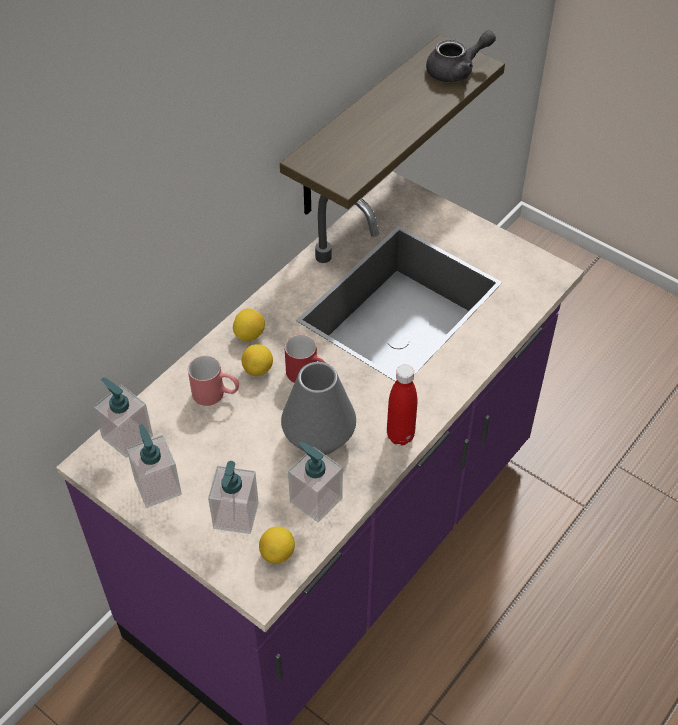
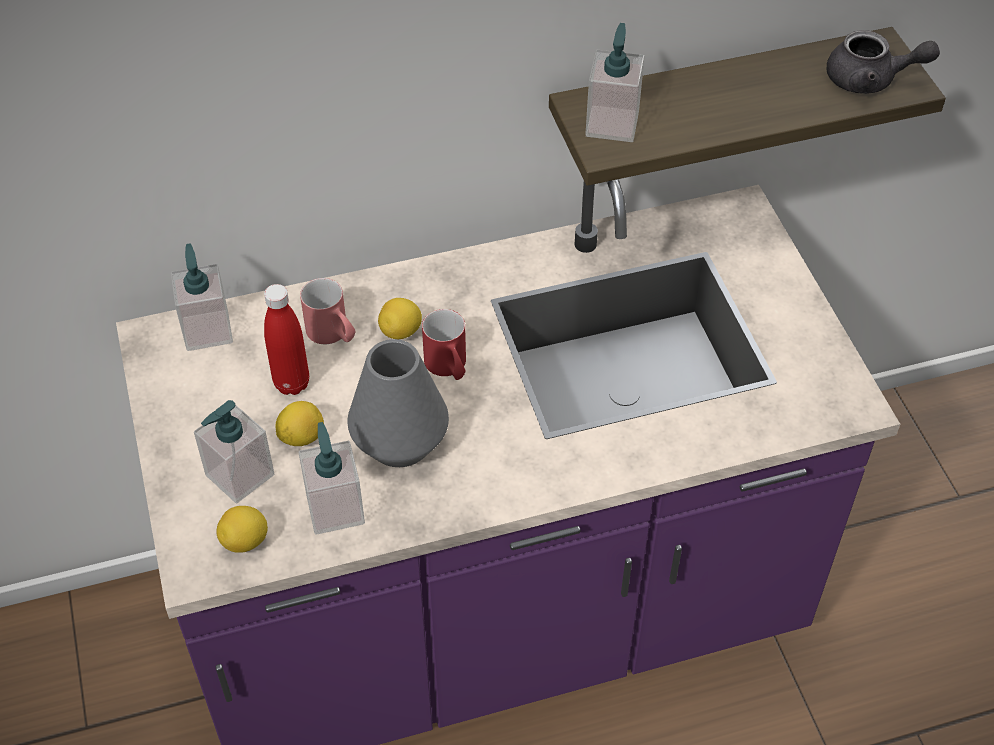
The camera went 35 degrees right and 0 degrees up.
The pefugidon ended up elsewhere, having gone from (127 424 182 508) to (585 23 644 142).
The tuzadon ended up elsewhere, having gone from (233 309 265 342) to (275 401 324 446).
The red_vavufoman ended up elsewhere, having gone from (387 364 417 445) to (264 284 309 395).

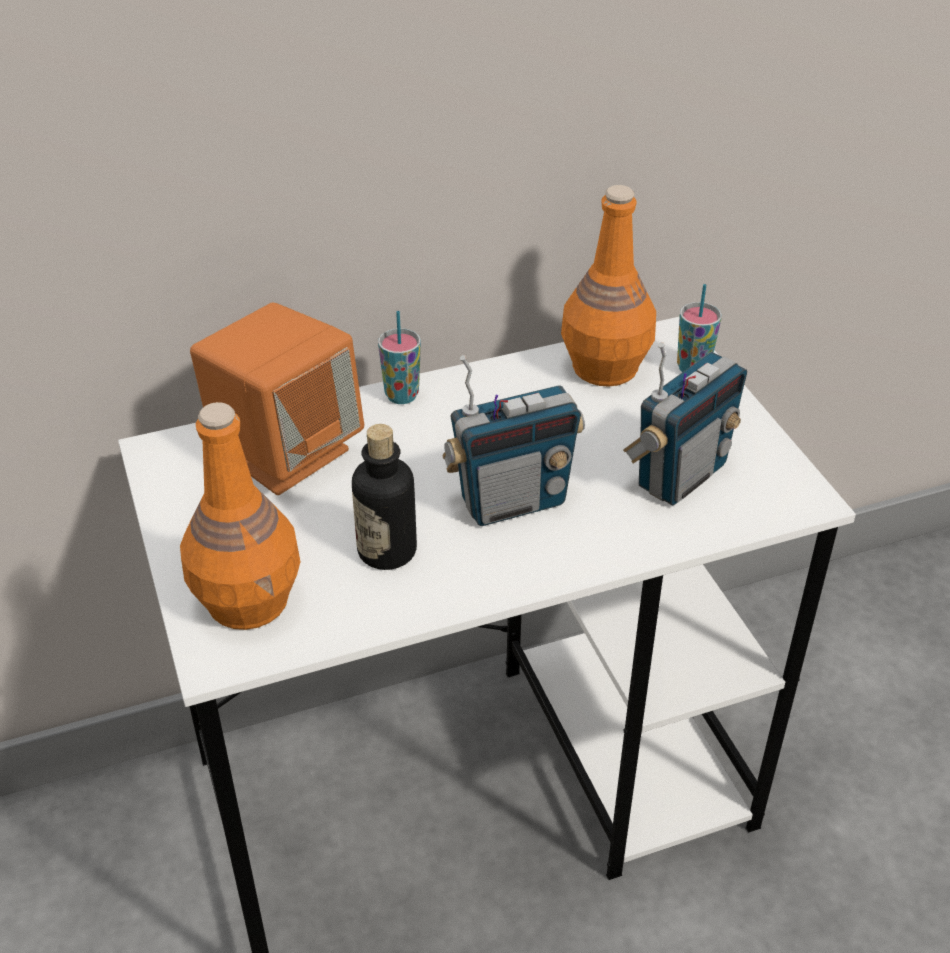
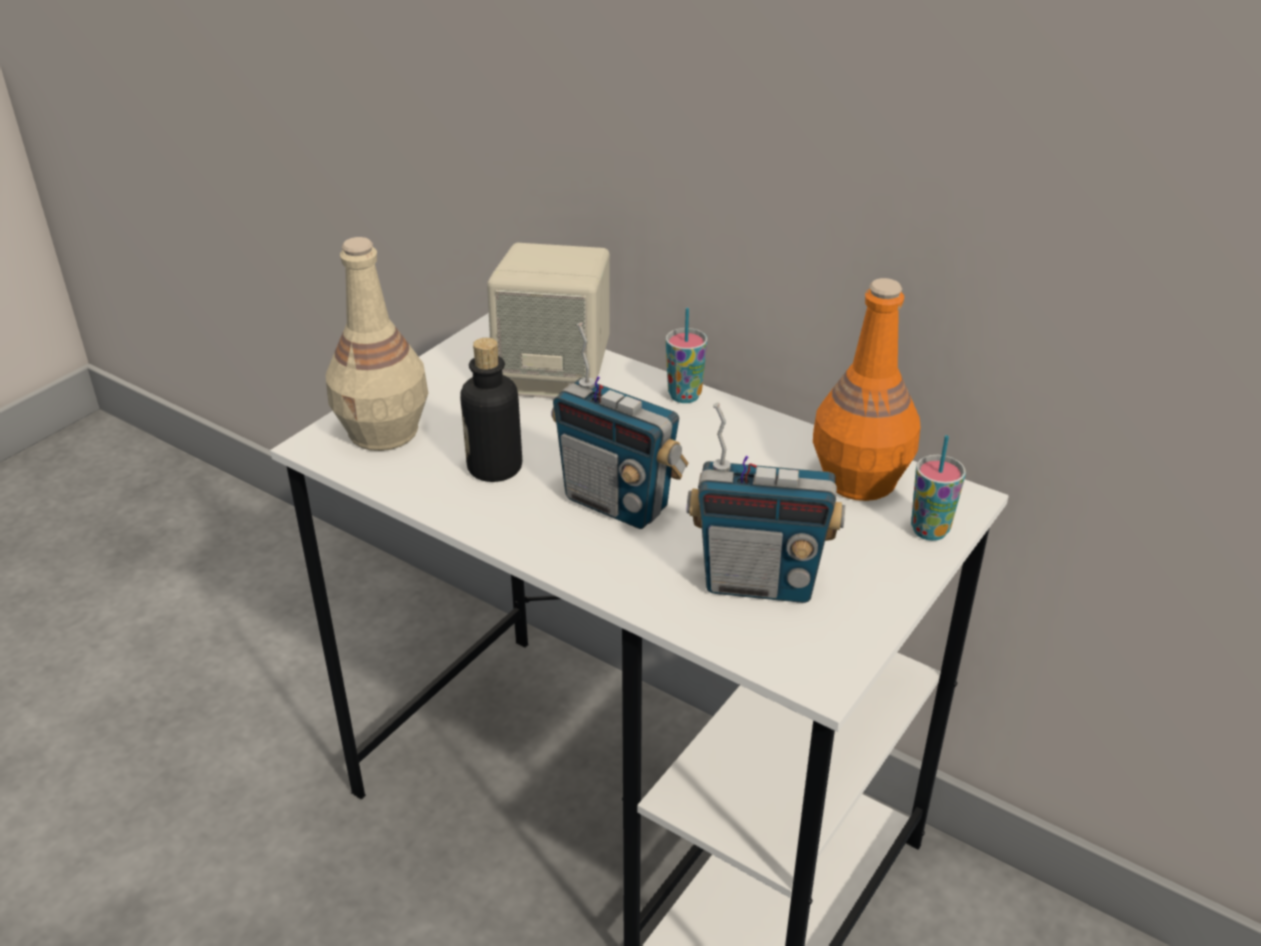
The camera went 55 degrees right and 5 degrees down.
What was the orange_vavufoman at (180 402 300 630) turned into the beige_vavufoman at (326 237 428 451).
What was the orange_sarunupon at (190 302 364 495) turned into the beige_sarunupon at (487 243 610 398).

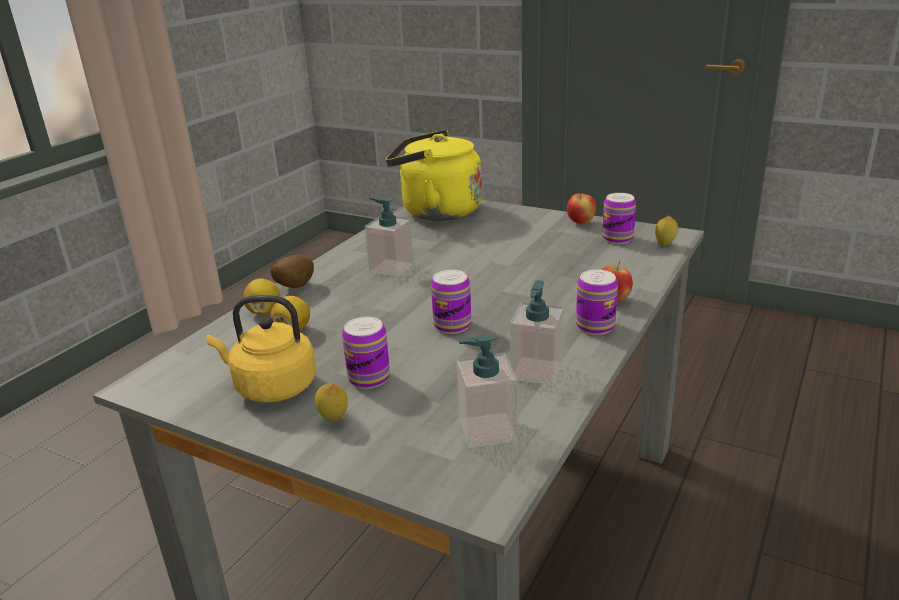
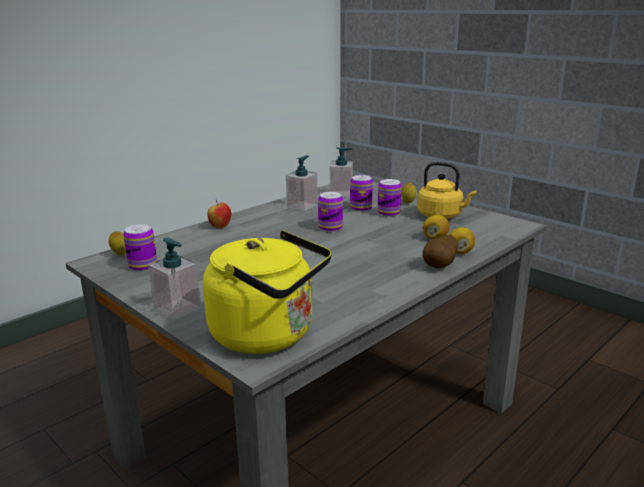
The camera went 165 degrees left and 5 degrees down.
The second view lost the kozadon at (567 191 596 224).
The pefugidon ended up elsewhere, having gone from (365 197 414 277) to (148 237 201 320).
The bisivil ended up elsewhere, having gone from (576 269 618 335) to (350 175 373 212).

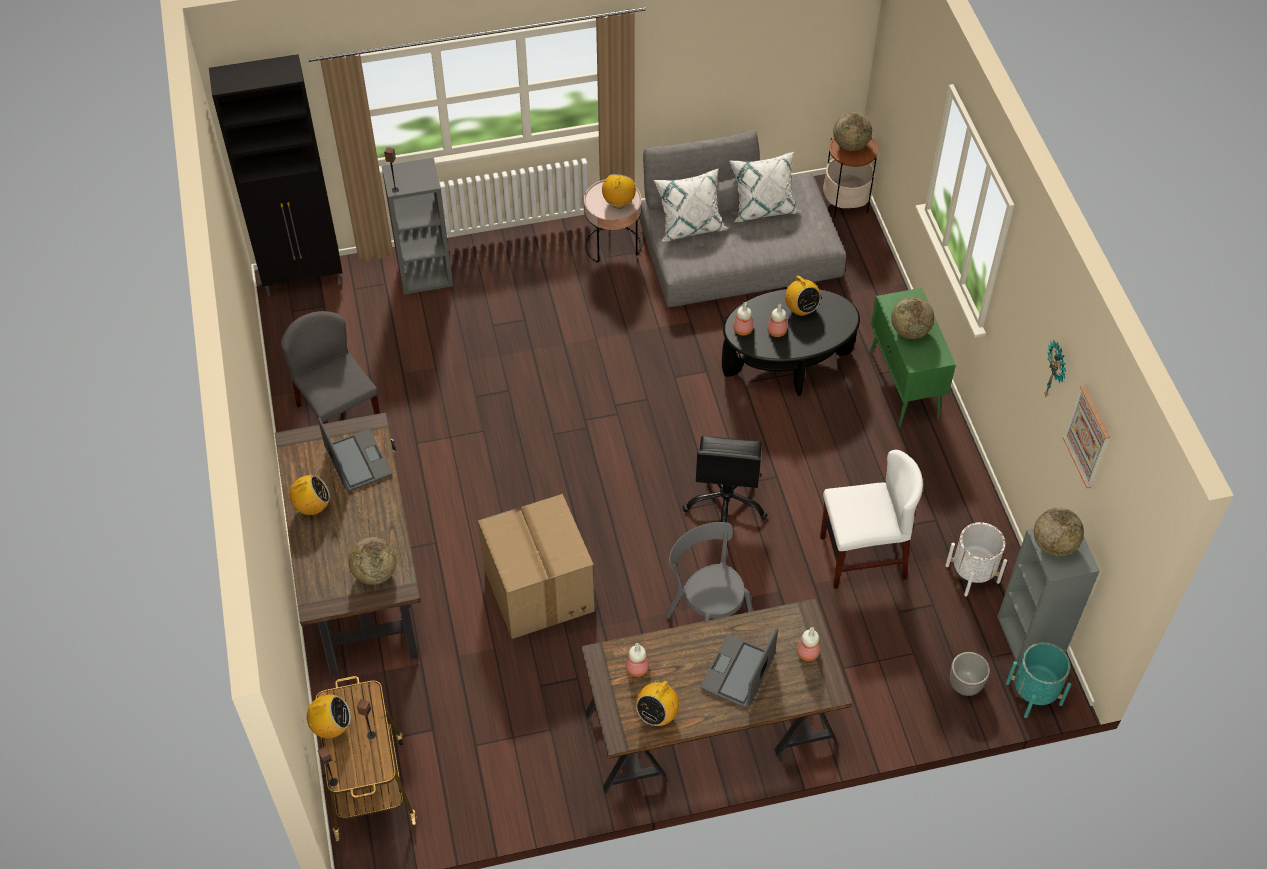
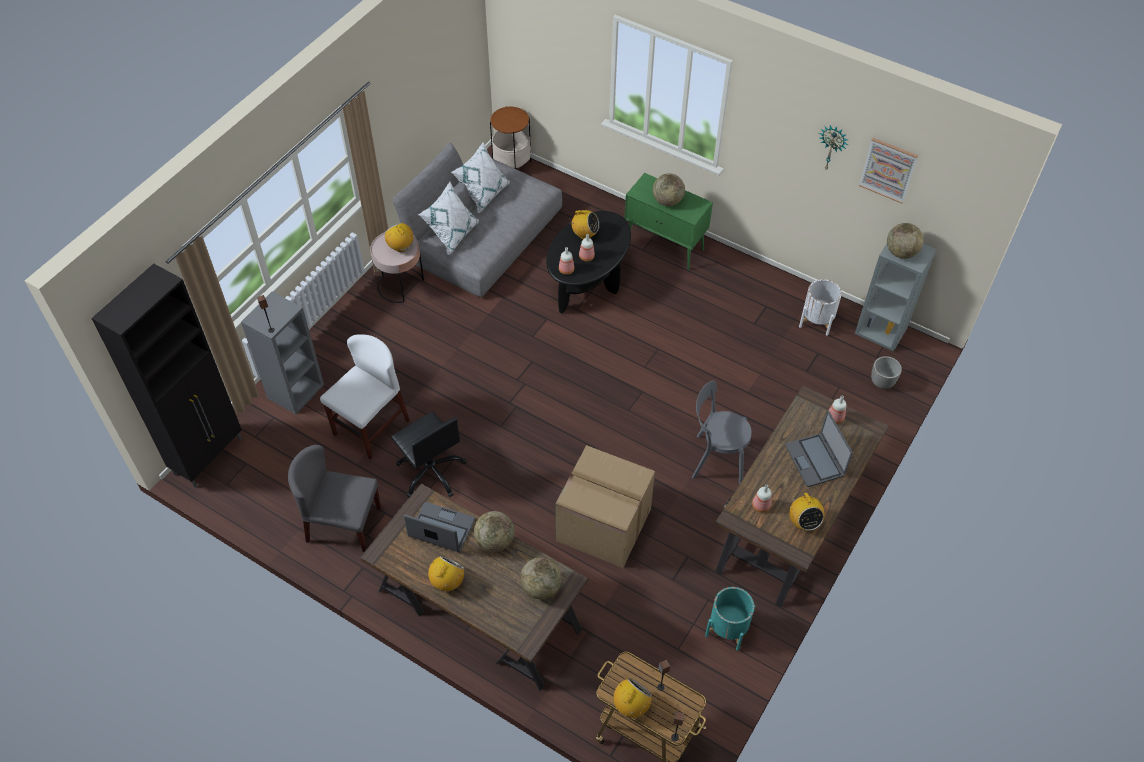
The camera went 45 degrees left and 0 degrees up.
The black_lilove ended up elsewhere, having gone from (683 436 768 523) to (391 411 467 498).
The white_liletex ended up elsewhere, having gone from (820 450 923 589) to (320 334 410 460).
The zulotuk ended up elsewhere, having gone from (833 112 872 151) to (474 511 514 552).
The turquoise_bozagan ended up elsewhere, having gone from (1006 642 1071 718) to (705 587 755 651).

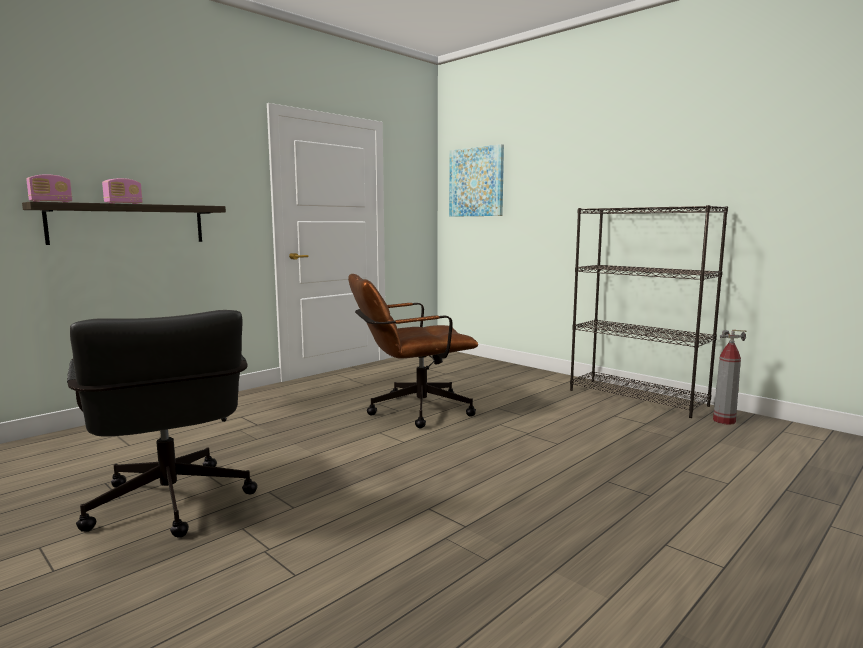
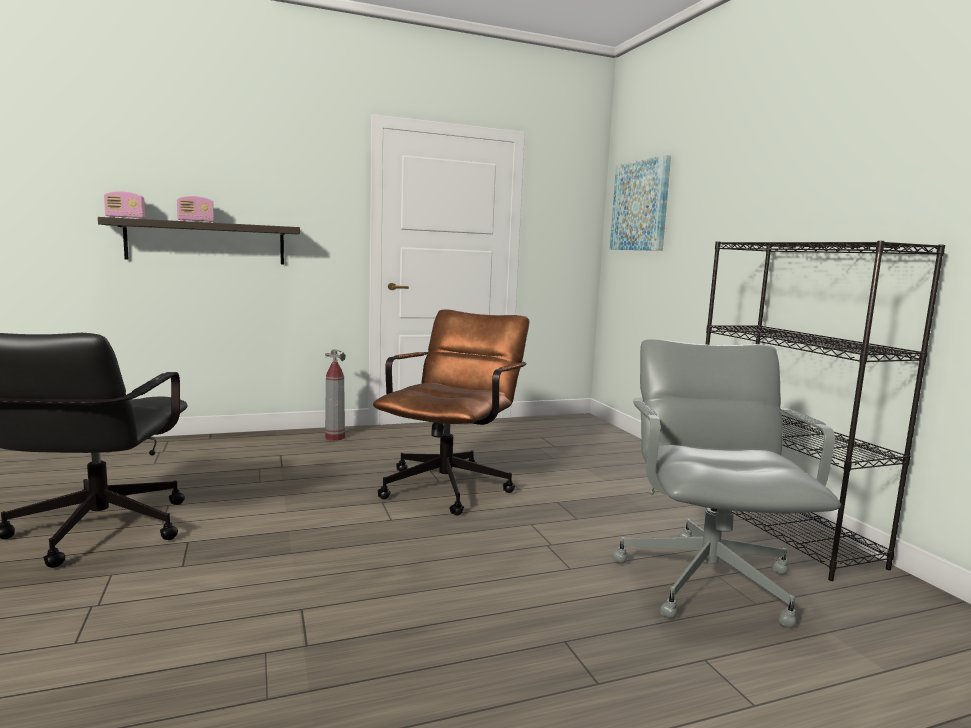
The camera went 25 degrees right and 0 degrees up.
The second view gained the grey_lilove at (612 339 841 628).
The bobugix ended up elsewhere, having gone from (713 330 746 425) to (325 349 346 441).
The brown_lilove at (348 274 478 428) ended up facing another way, 105 degrees clockwise from before.

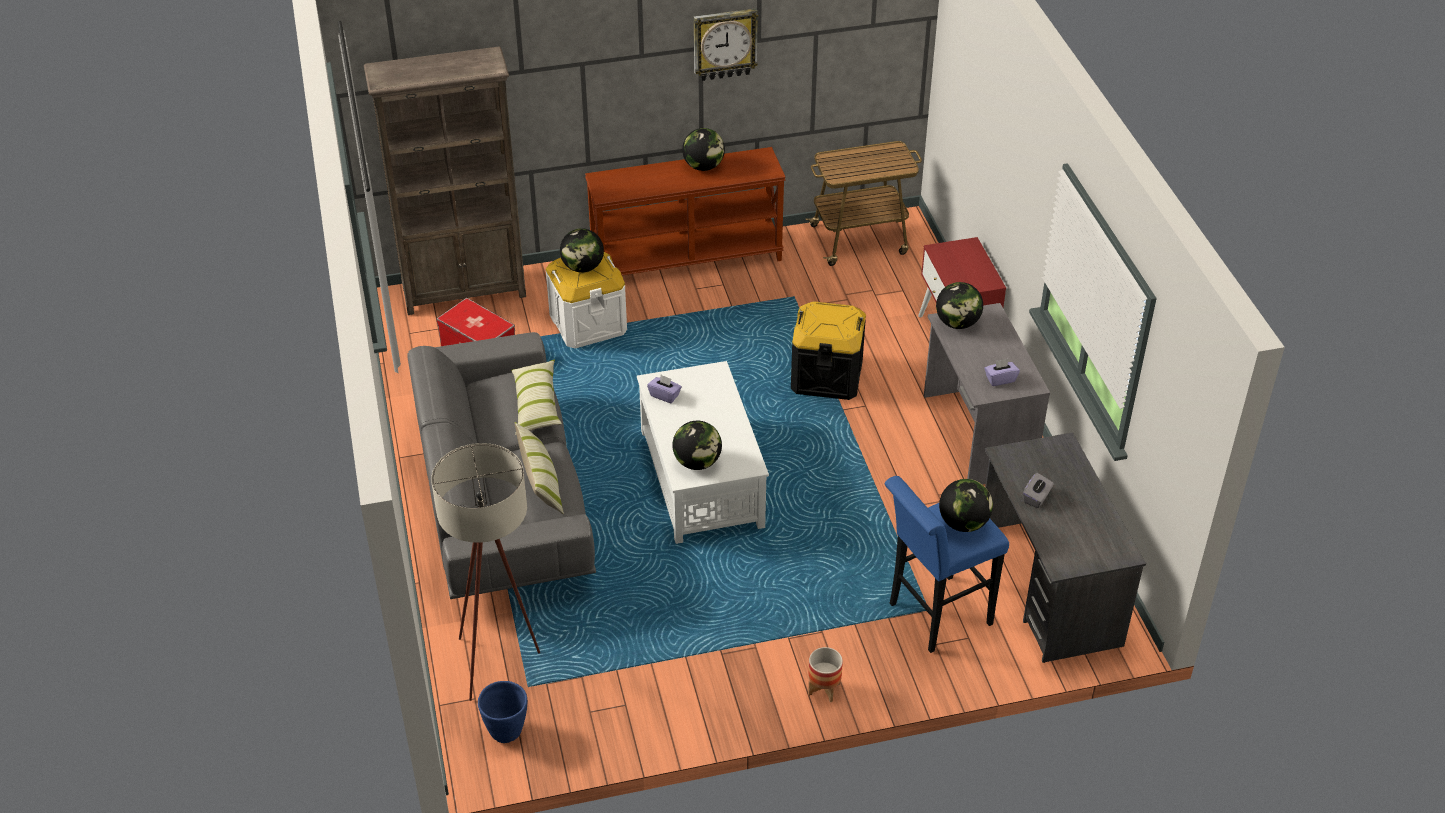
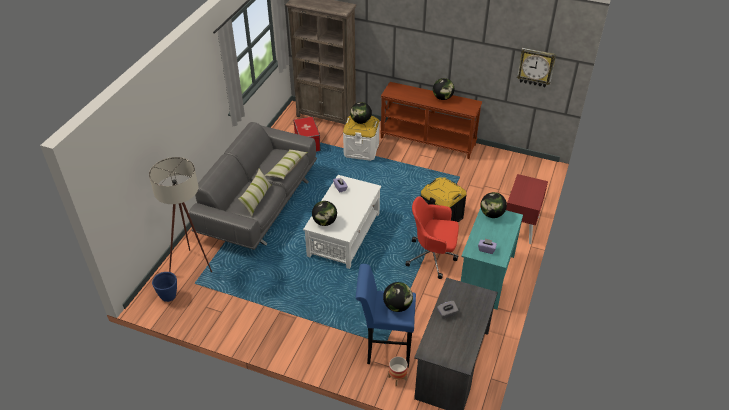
The camera went 35 degrees right and 0 degrees up.
The second view lost the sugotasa at (805 141 922 266).
The second view gained the red_lilove at (405 196 459 279).
The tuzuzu ended up elsewhere, having gone from (694 8 758 81) to (517 48 556 87).
The bozagan ended up elsewhere, having gone from (808 647 843 702) to (388 356 408 387).
What was the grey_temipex at (924 303 1050 484) turned into the turquoise_temipex at (461 207 523 309).

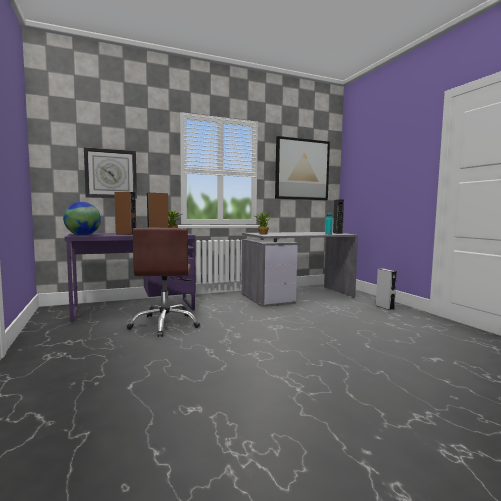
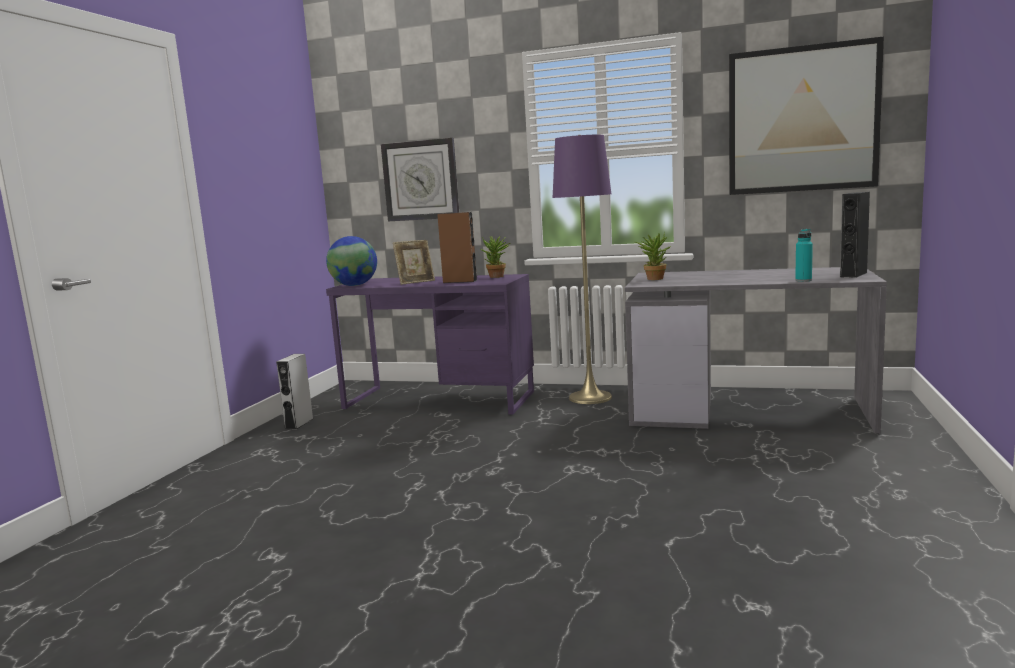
The camera went 40 degrees right and 5 degrees up.
The second view lost the brown_lilove at (127 228 200 337).
The second view gained the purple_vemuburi at (553 135 612 404).
The grey_sarunupon ended up elsewhere, having gone from (375 268 397 310) to (276 354 313 430).
Where the brown_sarunupon stood at (114 192 136 235), the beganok came to stand at (393 240 435 285).

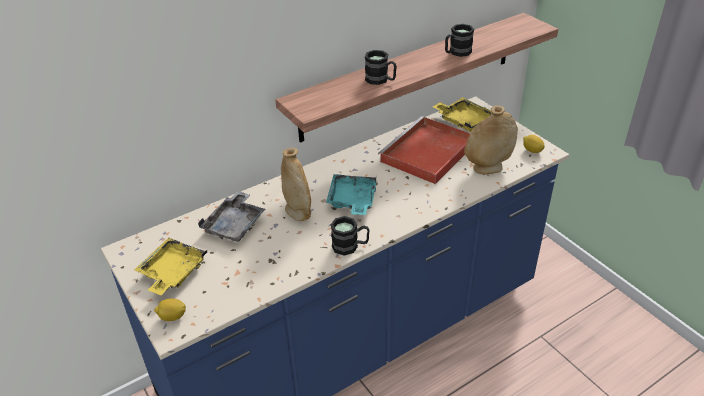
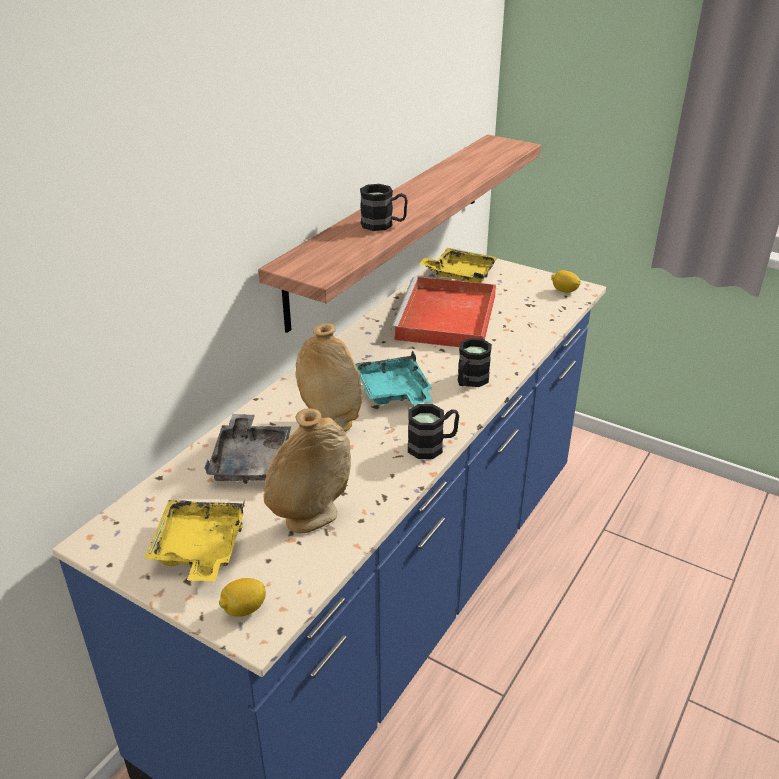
The camera went 25 degrees left and 5 degrees down.
The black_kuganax ended up elsewhere, having gone from (445 24 474 57) to (458 338 492 387).
The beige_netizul ended up elsewhere, having gone from (464 105 518 174) to (263 408 351 533).

